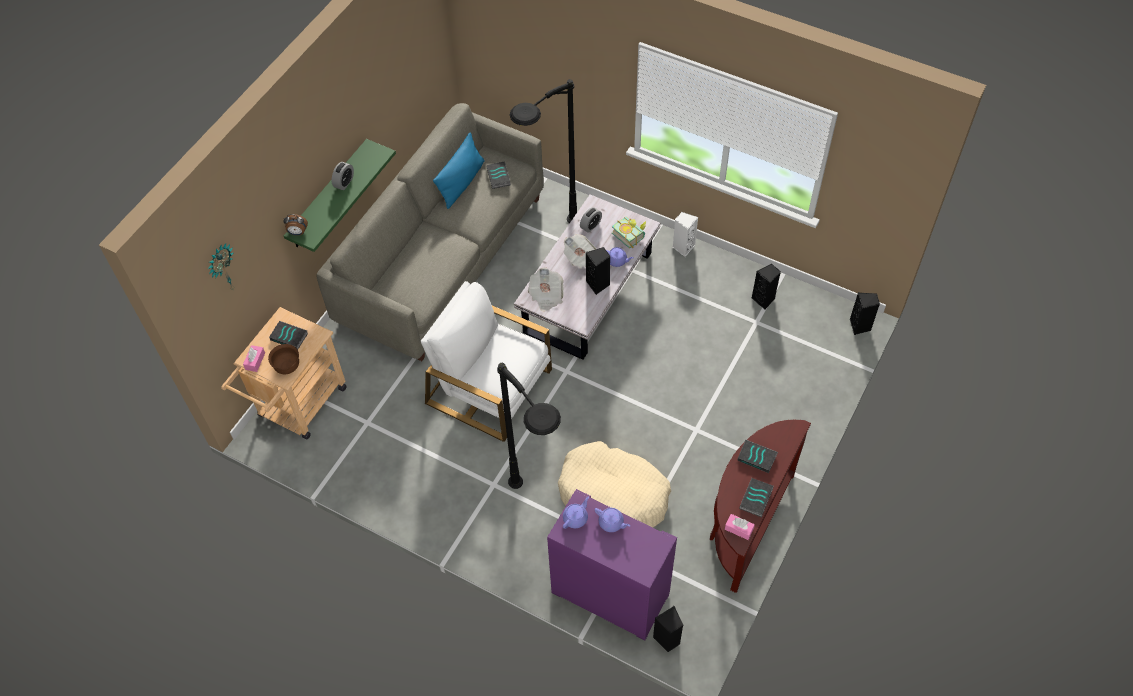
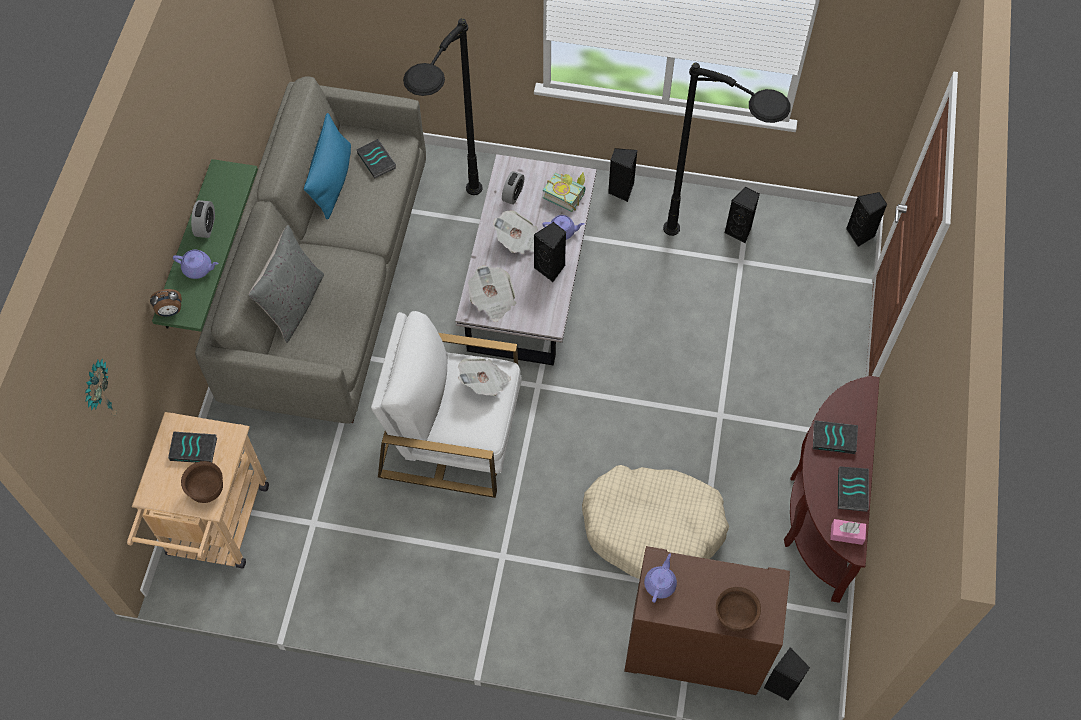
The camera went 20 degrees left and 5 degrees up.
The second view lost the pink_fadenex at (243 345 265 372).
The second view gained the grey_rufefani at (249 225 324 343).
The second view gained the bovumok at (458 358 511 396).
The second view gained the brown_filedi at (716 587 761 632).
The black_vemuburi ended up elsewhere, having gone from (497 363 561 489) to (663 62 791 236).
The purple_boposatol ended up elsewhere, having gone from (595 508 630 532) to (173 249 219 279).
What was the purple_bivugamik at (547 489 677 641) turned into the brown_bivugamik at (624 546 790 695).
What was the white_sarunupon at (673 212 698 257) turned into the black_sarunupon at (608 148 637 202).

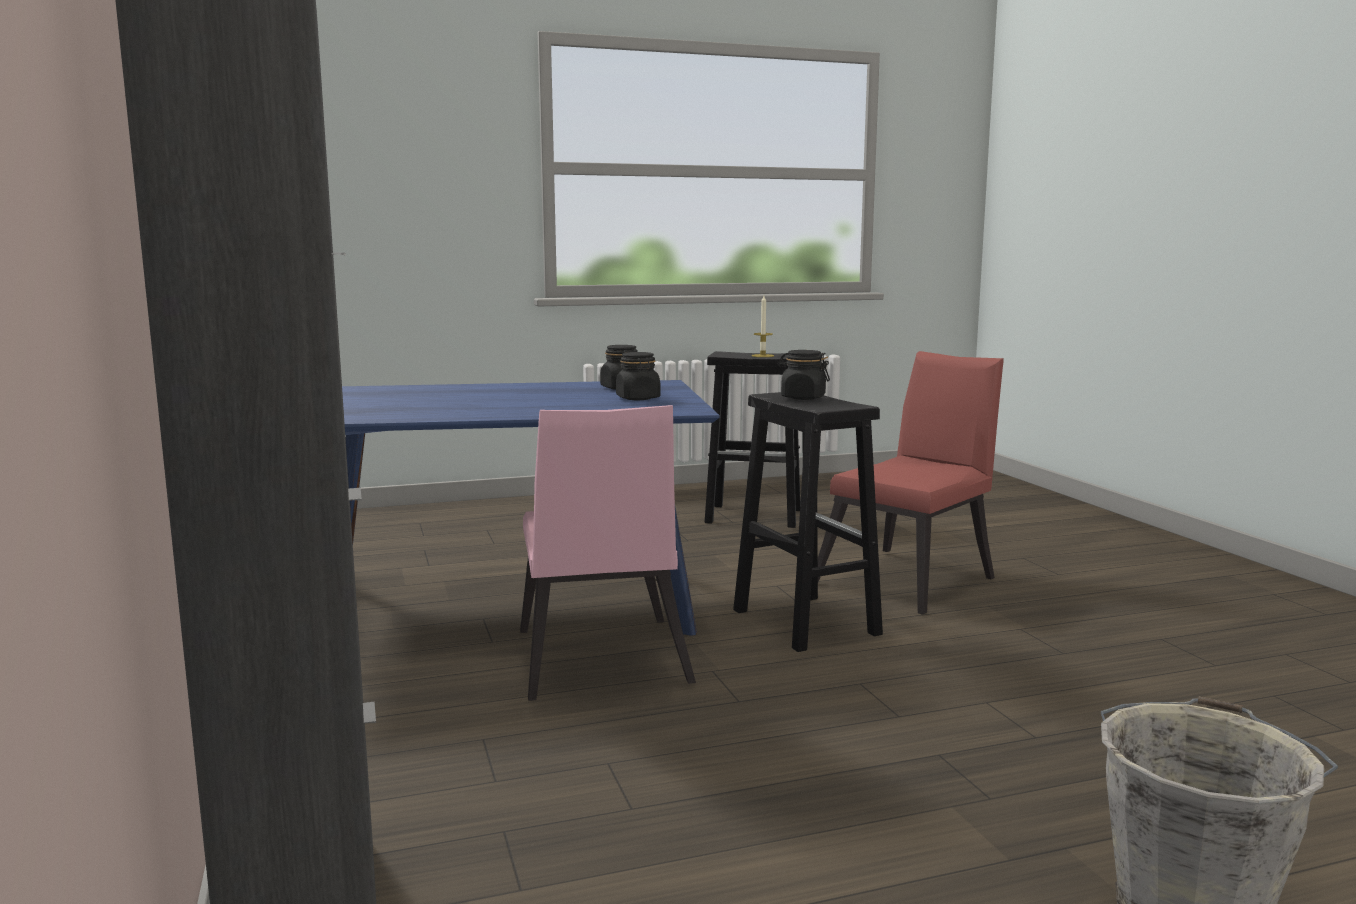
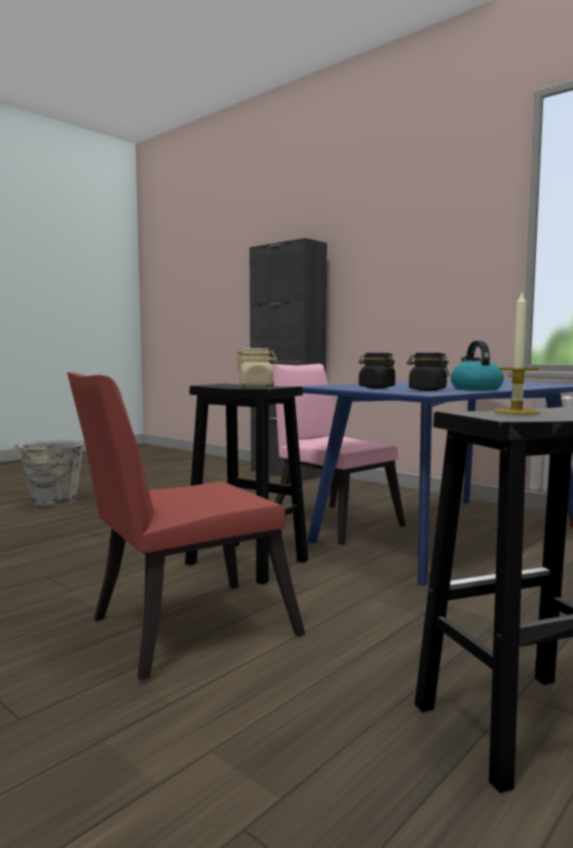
The camera went 150 degrees right and 5 degrees down.
The second view gained the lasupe at (451 340 504 391).
What was the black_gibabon at (778 350 830 400) turned into the beige_gibabon at (235 348 277 387).
The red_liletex at (818 351 1004 615) ended up facing another way, 45 degrees clockwise from before.

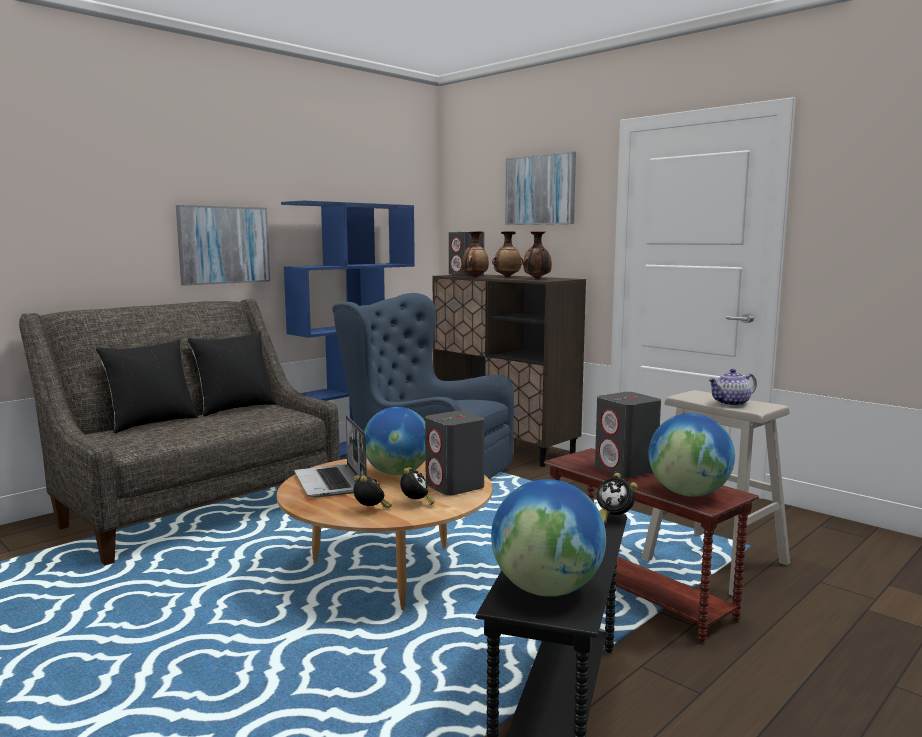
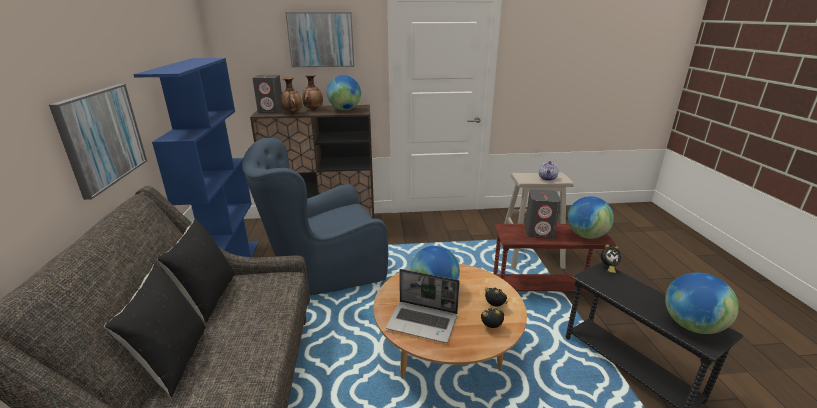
The camera went 50 degrees left and 15 degrees up.
The second view lost the grey_sarunupon at (425 411 485 495).
Where the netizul stood at (523 231 552 279), the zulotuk came to stand at (327 75 361 110).

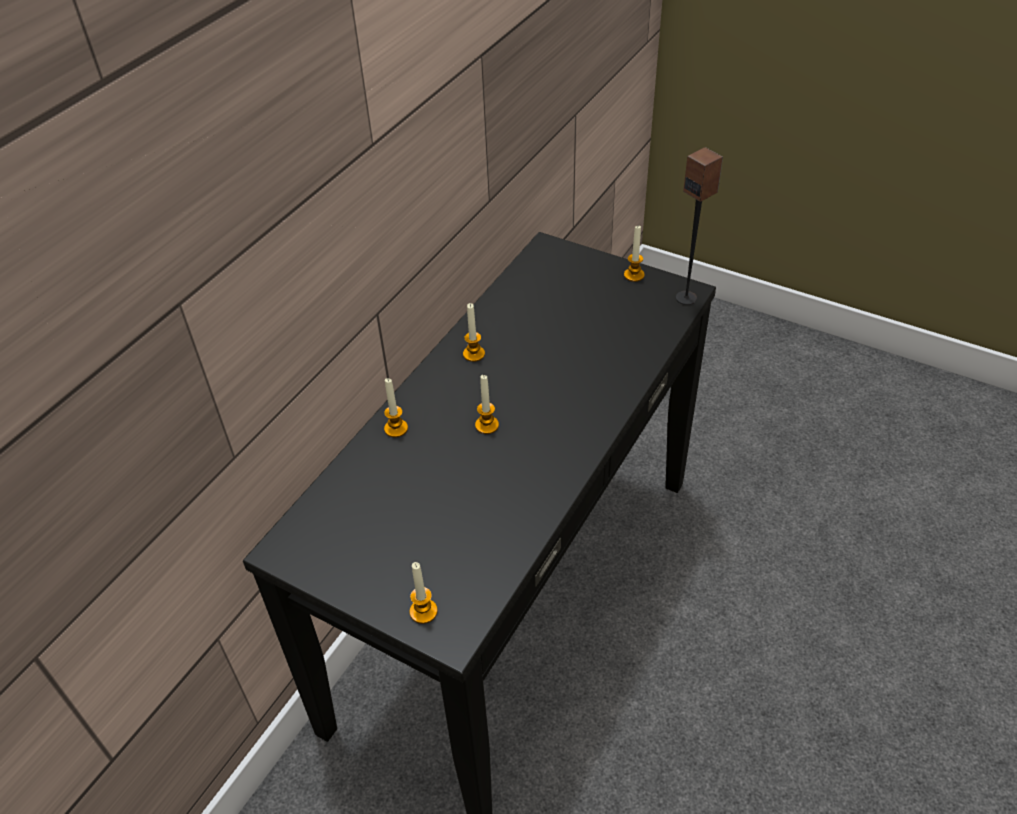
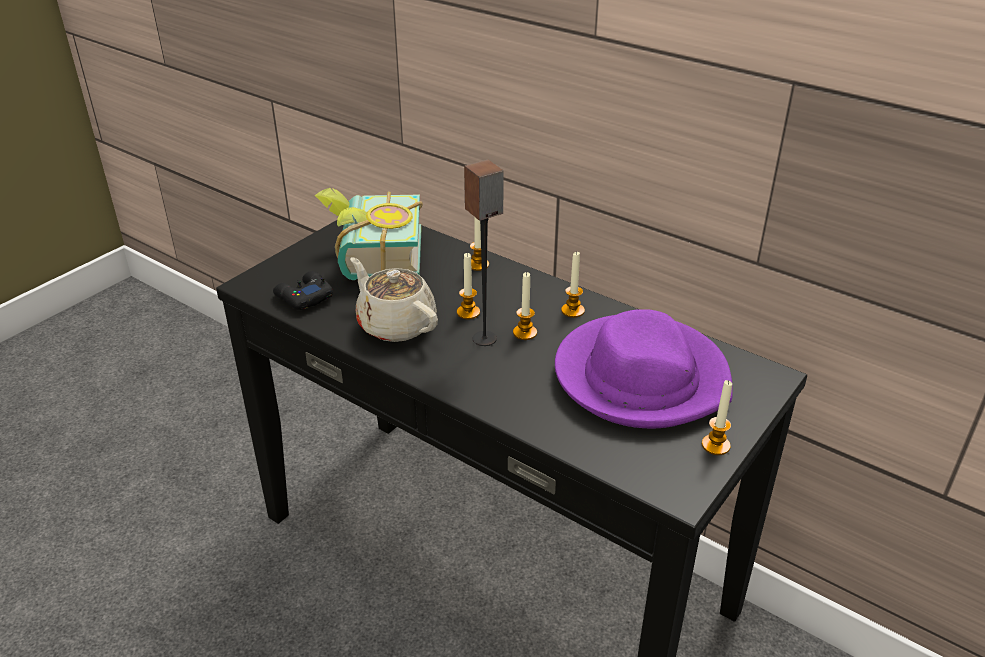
The camera went 95 degrees right and 10 degrees down.
The second view gained the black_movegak at (273 271 333 310).
The second view gained the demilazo at (315 188 423 280).
The second view gained the beige_boposatol at (350 257 438 342).
The second view gained the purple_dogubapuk at (555 309 733 429).
The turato ended up elsewhere, having gone from (410 562 438 624) to (513 272 537 340).
The sarunupon ended up elsewhere, having gone from (676 147 723 305) to (464 160 504 346).

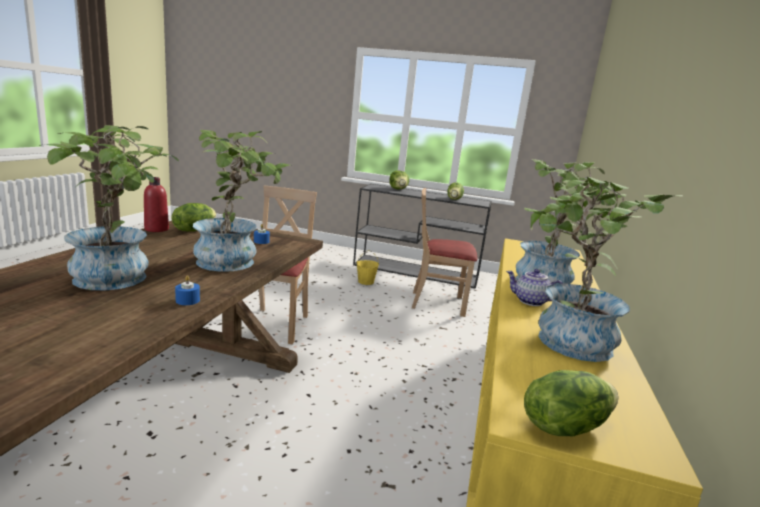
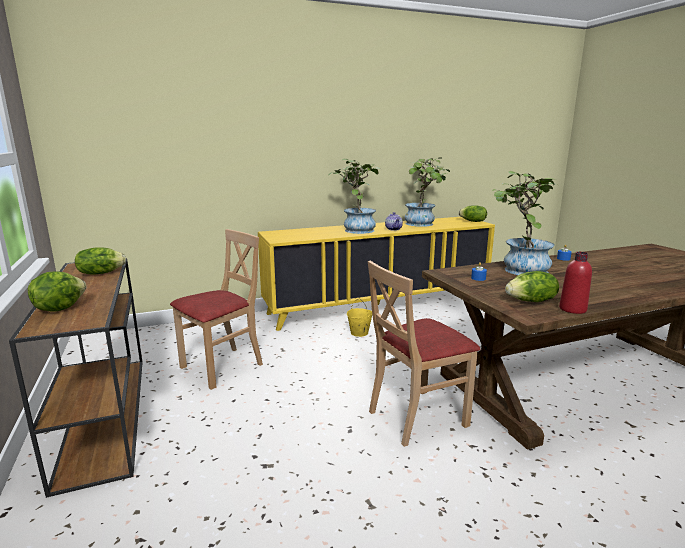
The camera went 125 degrees left and 0 degrees up.
The second view lost the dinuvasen at (39 125 179 290).
The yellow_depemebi ended up elsewhere, having gone from (357 250 379 285) to (347 299 372 337).
What was the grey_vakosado at (353 184 492 289) turned into the brown_vakosado at (9 258 143 498).
The beige_liletex at (412 188 477 317) ended up facing another way, 105 degrees counterclockwise from before.

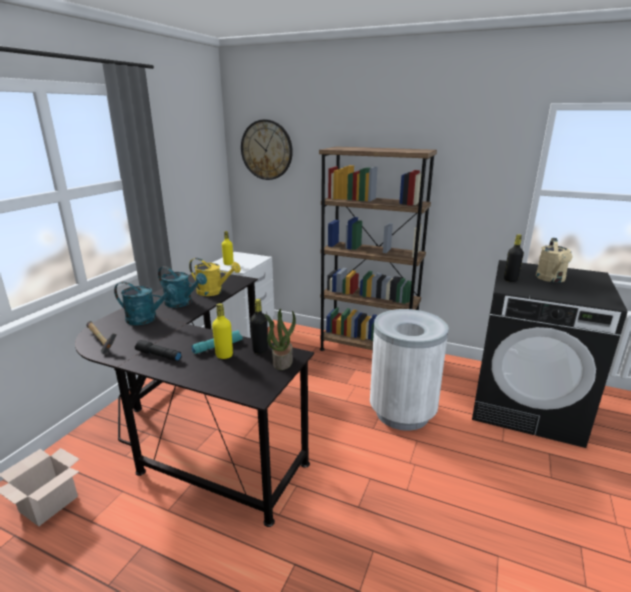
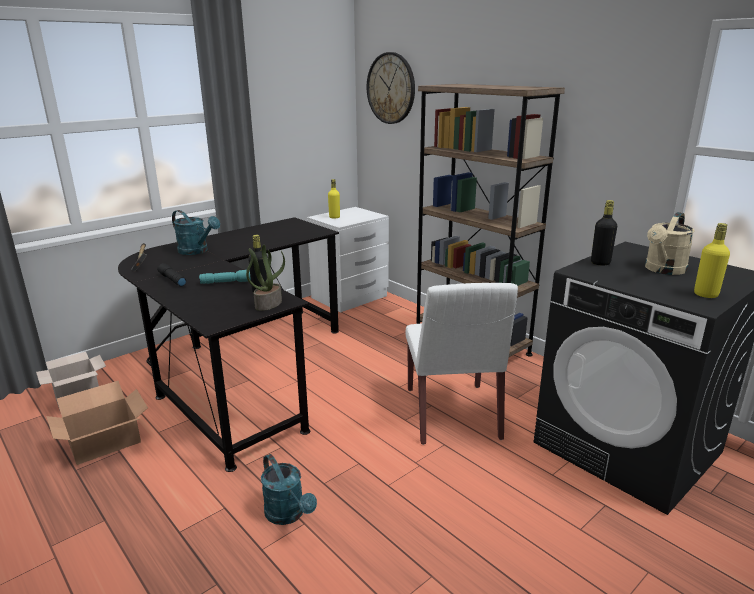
The camera went 25 degrees right and 0 degrees up.
The second view lost the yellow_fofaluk at (189 258 241 296).
The second view gained the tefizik at (46 381 148 465).
The turquoise_fofaluk ended up elsewhere, having gone from (158 266 207 308) to (261 454 317 525).
The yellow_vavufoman ended up elsewhere, having gone from (212 303 233 359) to (694 223 730 298).
Where the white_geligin stood at (370 309 449 431), the white_liletex came to stand at (406 283 518 445).

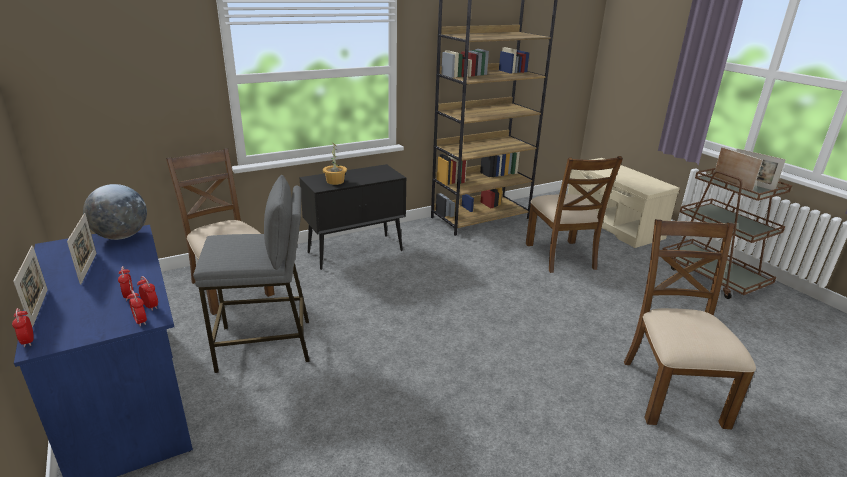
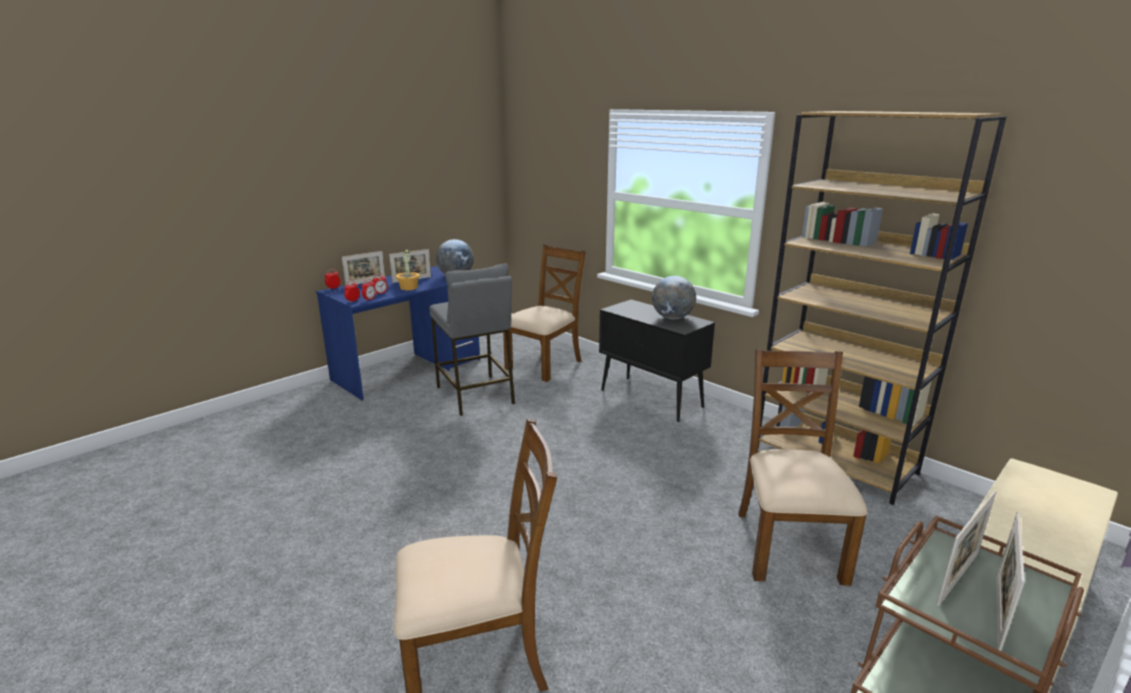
The camera went 75 degrees right and 5 degrees down.
The second view gained the zulotuk at (652 276 696 319).
The dinuvasen ended up elsewhere, having gone from (323 142 347 185) to (396 249 420 290).
The brown_liletex at (526 156 623 273) ended up facing another way, 120 degrees clockwise from before.

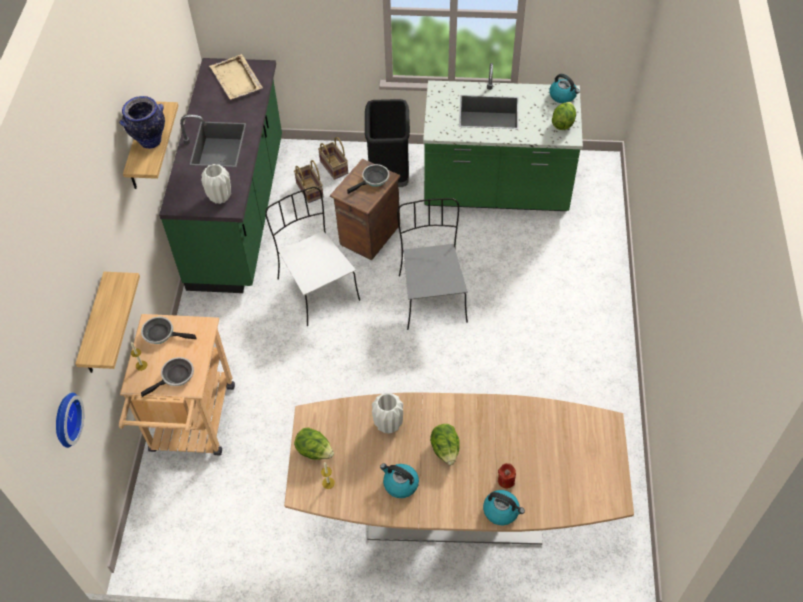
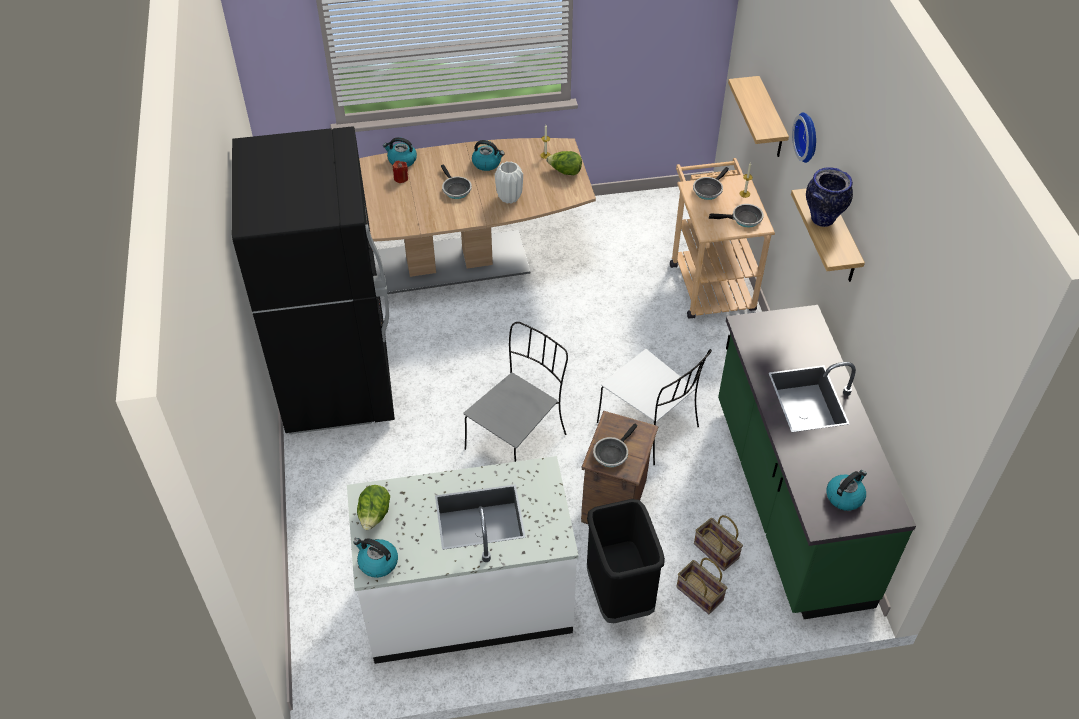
The camera went 165 degrees right and 5 degrees down.
The second view lost the white_netizul at (201 164 231 204).
The second view gained the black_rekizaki at (232 126 395 434).
The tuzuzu ended up elsewhere, having gone from (56 393 84 448) to (792 112 816 163).
Where the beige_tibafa stood at (209 54 263 100), the lasupe came to stand at (826 470 867 511).
Where the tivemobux stood at (430 424 460 465), the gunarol came to stand at (441 164 472 199).
What was the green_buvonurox at (423 63 583 211) turned into the white_buvonurox at (347 456 579 664).
The grey_liletex at (397 198 468 330) ended up facing another way, 120 degrees counterclockwise from before.

